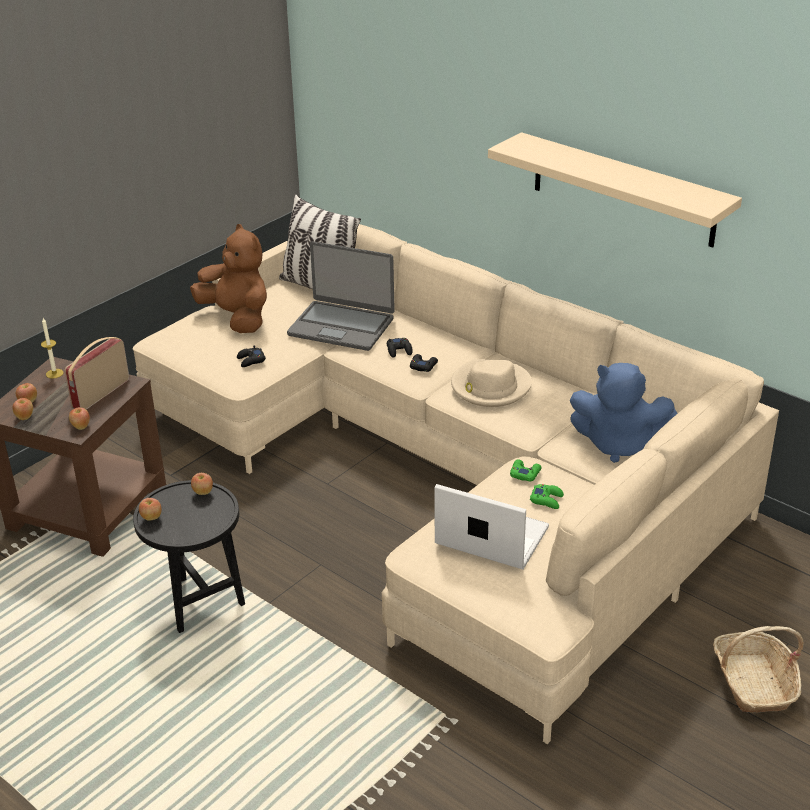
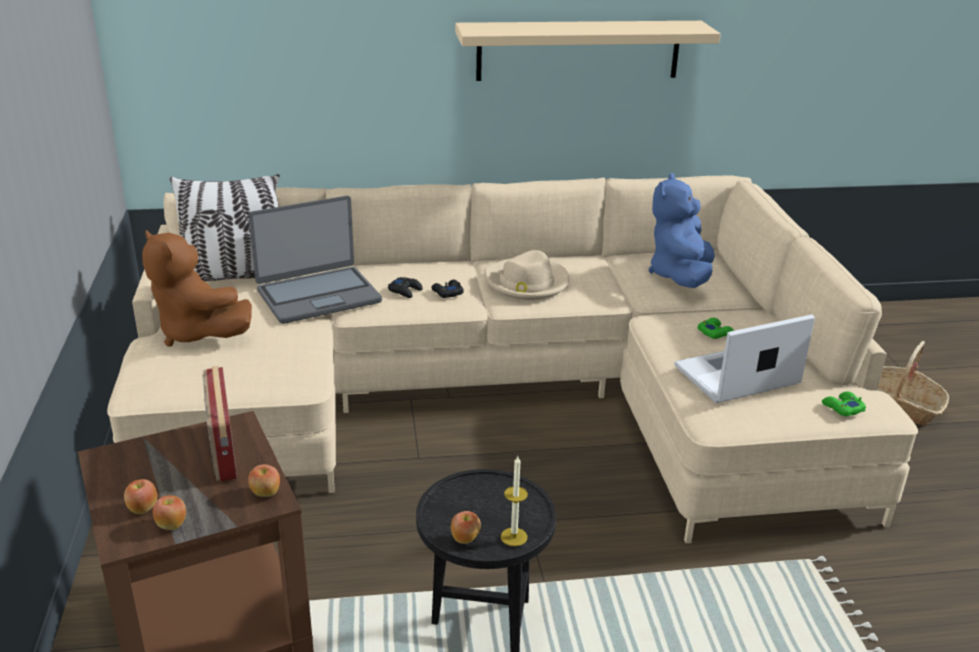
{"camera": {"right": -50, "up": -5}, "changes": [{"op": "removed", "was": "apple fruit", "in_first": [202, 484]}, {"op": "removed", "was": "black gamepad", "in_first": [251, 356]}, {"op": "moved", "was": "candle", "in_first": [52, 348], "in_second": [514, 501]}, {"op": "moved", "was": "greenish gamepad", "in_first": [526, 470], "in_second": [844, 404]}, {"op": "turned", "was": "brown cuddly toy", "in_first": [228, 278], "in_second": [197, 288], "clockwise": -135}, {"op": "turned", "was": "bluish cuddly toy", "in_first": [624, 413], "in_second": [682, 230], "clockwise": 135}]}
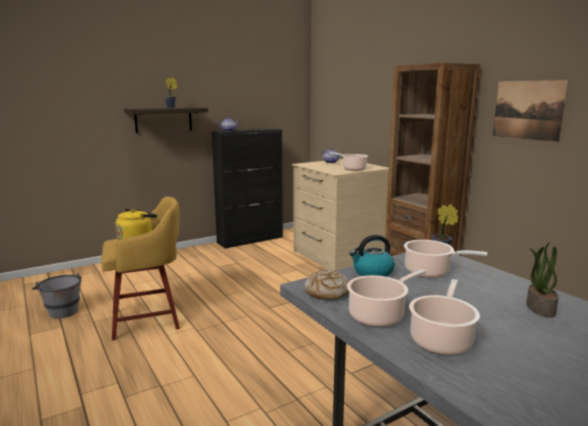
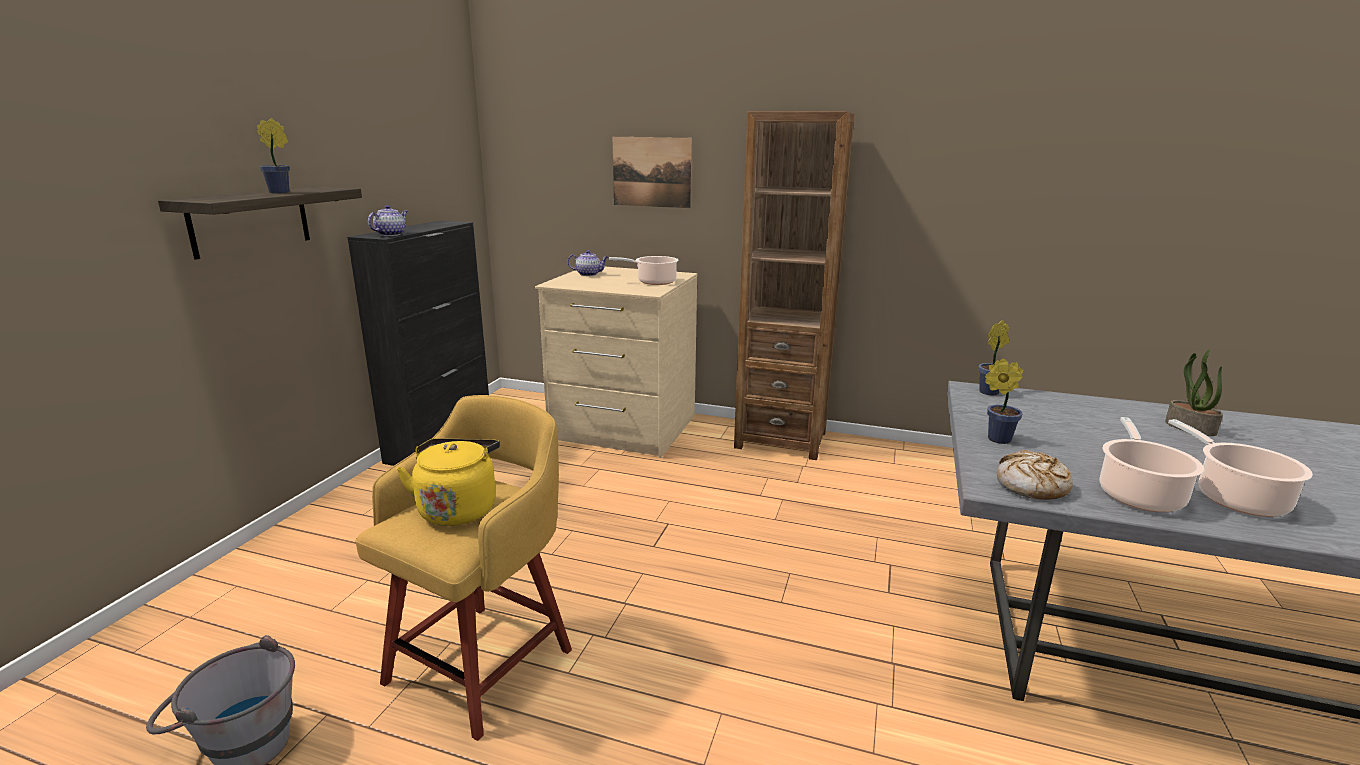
{"camera": {"right": -40, "up": 5}, "changes": [{"op": "removed", "was": "stockpot", "in_first": [445, 259]}, {"op": "moved", "was": "picture", "in_first": [531, 111], "in_second": [652, 172]}, {"op": "replaced", "was": "tea kettle", "now": "potted plant", "in_first": [372, 256], "in_second": [1004, 401]}]}
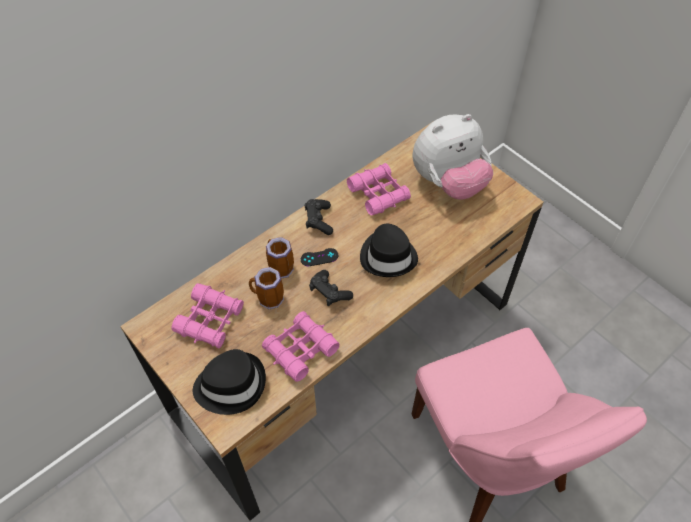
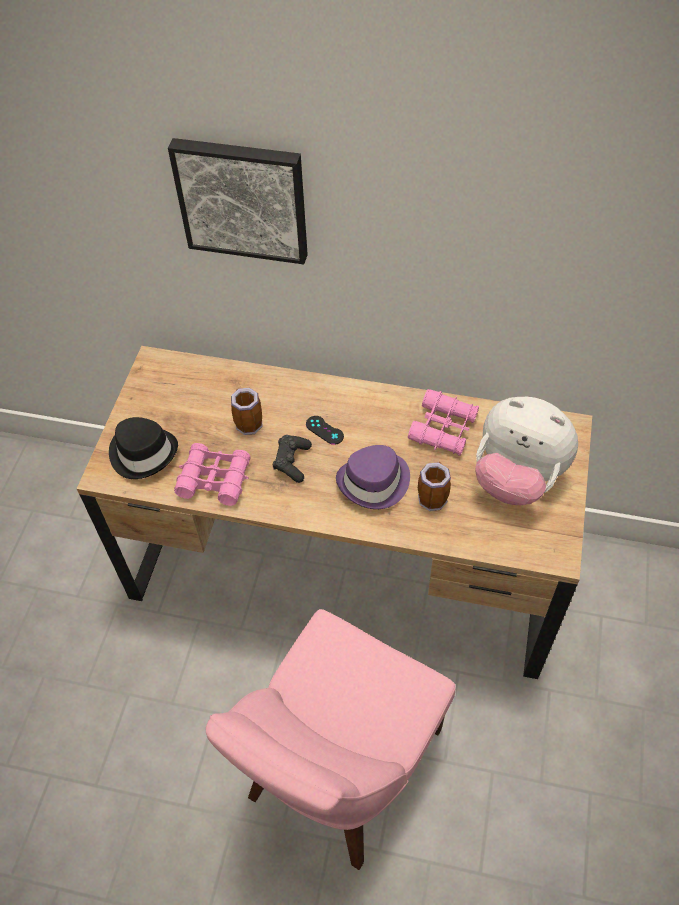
{"camera": {"right": 55, "up": 0}, "changes": [{"op": "removed", "was": "pink-coloured binoculars", "in_first": [208, 315]}, {"op": "removed", "was": "black gamepad", "in_first": [319, 217]}, {"op": "added", "now": "picture", "in_second": [238, 201]}, {"op": "moved", "was": "tea mug", "in_first": [280, 258], "in_second": [434, 486]}, {"op": "recoloured", "was": "black wearable hat", "now": "purple-coloured wearable hat", "in_first": [389, 250], "in_second": [373, 477]}]}
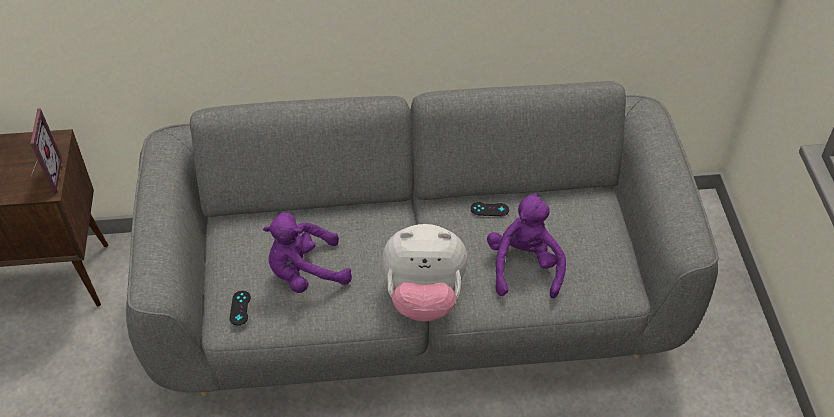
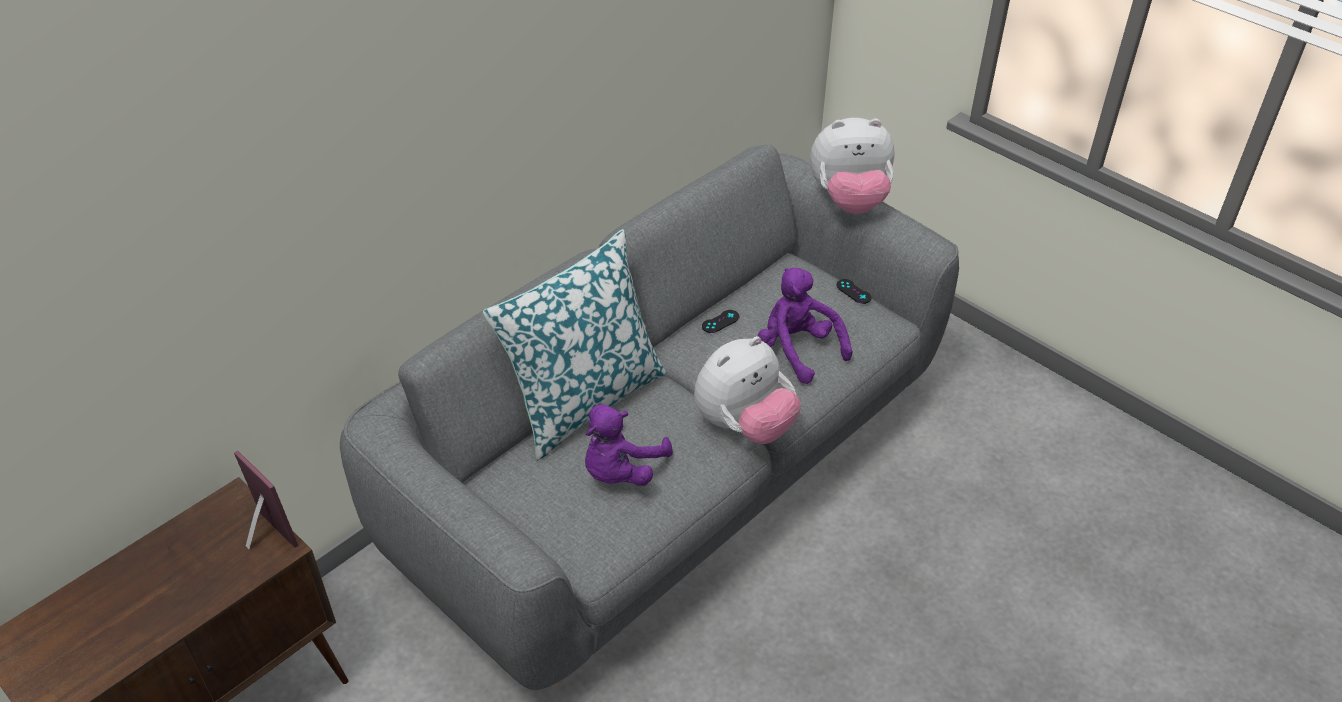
{"camera": {"right": -40, "up": -5}, "changes": [{"op": "added", "now": "throw pillow", "in_second": [574, 344]}, {"op": "added", "now": "cuddly toy", "in_second": [852, 166]}, {"op": "moved", "was": "black gamepad", "in_first": [240, 308], "in_second": [854, 291]}]}
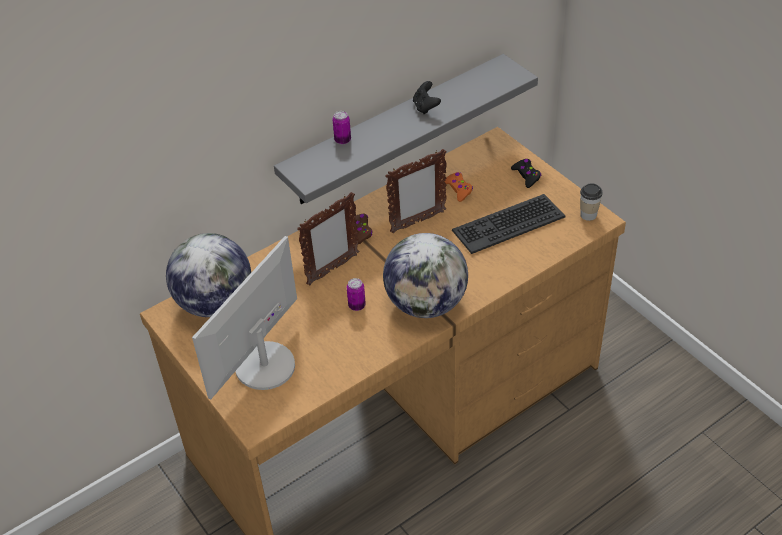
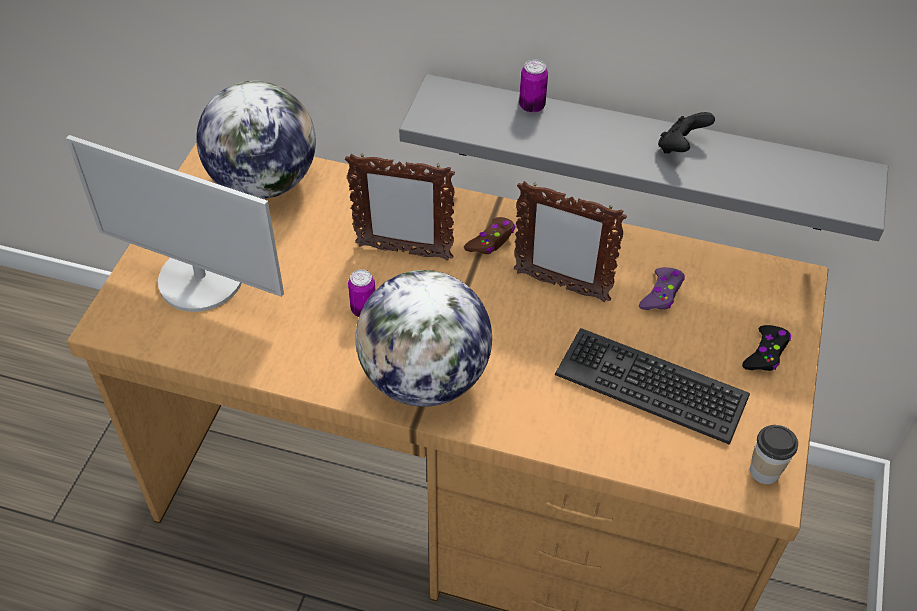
{"camera": {"right": 50, "up": 5}, "changes": [{"op": "recoloured", "was": "orange gamepad", "now": "purple-coloured gamepad", "in_first": [459, 187], "in_second": [662, 288]}, {"op": "turned", "was": "computer screen", "in_first": [244, 318], "in_second": [175, 223], "clockwise": -150}]}
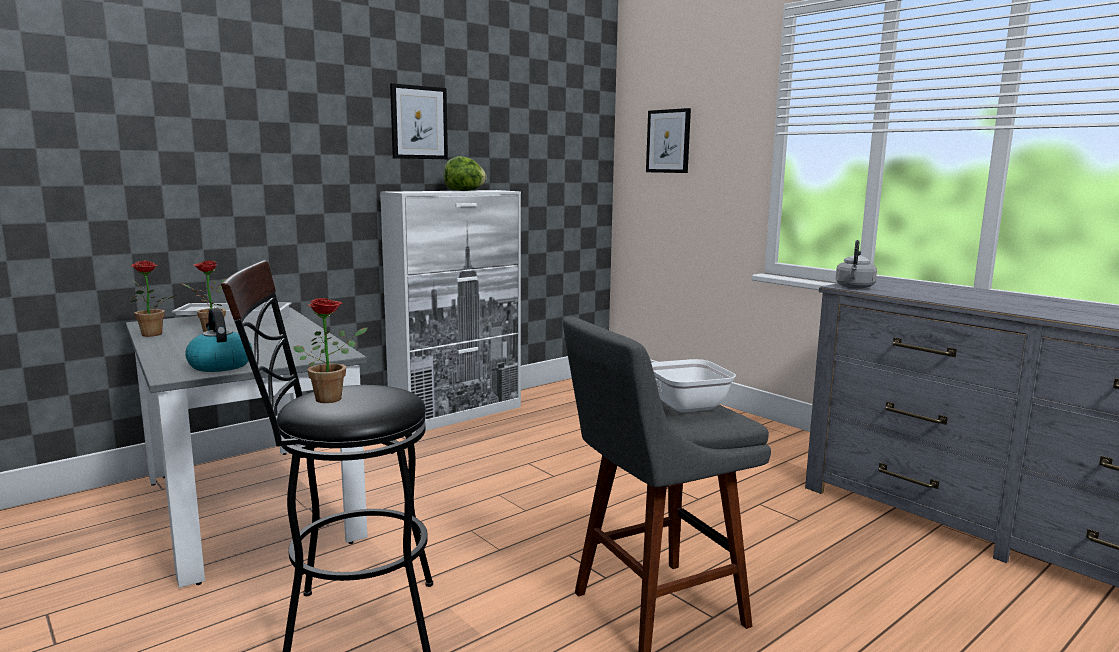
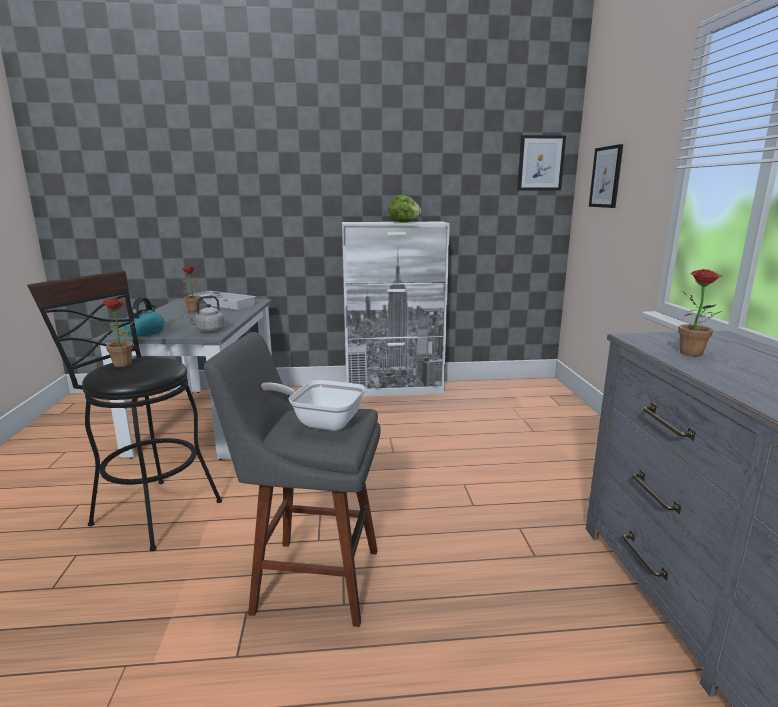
{"camera": {"right": 35, "up": 5}, "changes": [{"op": "moved", "was": "potted plant", "in_first": [153, 298], "in_second": [700, 312]}, {"op": "moved", "was": "picture", "in_first": [419, 121], "in_second": [541, 162]}, {"op": "moved", "was": "gray tea kettle", "in_first": [856, 264], "in_second": [205, 314]}]}
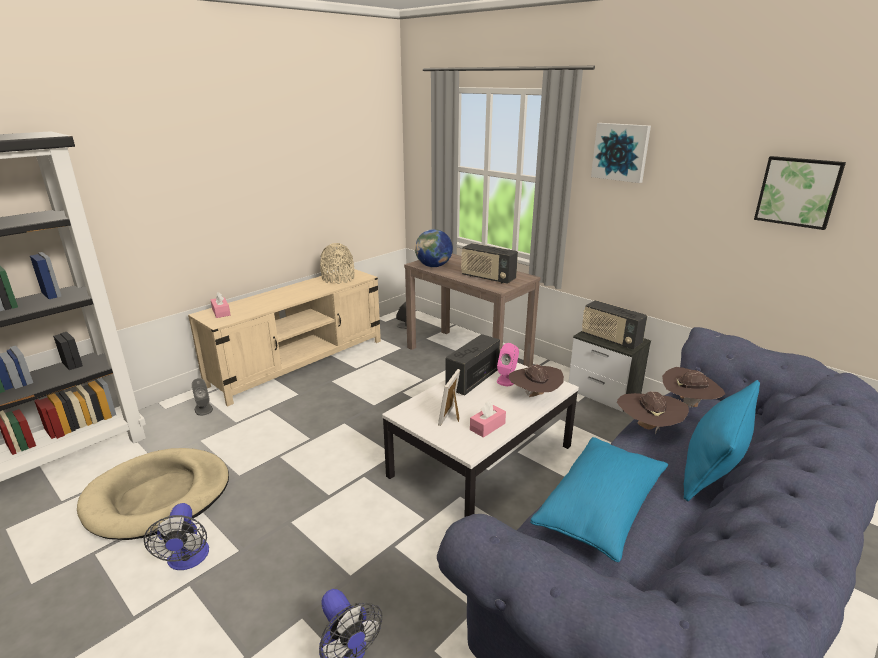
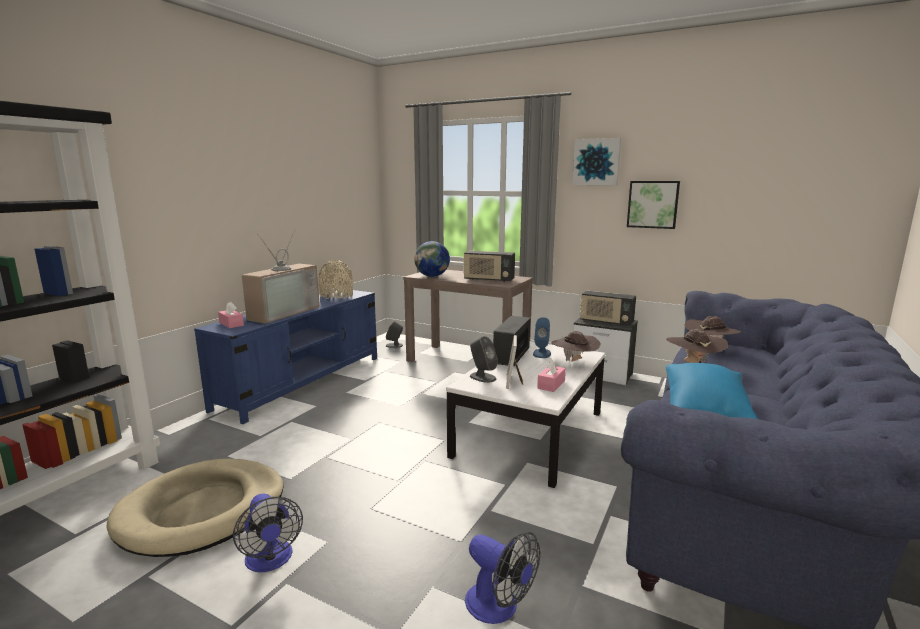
{"camera": {"right": -15, "up": -10}, "changes": [{"op": "removed", "was": "bluish throw pillow", "in_first": [722, 440]}, {"op": "added", "now": "TV", "in_second": [281, 277]}, {"op": "moved", "was": "gray speaker", "in_first": [202, 397], "in_second": [484, 359]}, {"op": "moved", "was": "picture", "in_first": [800, 193], "in_second": [653, 205]}, {"op": "recoloured", "was": "sand-coloured tv stand", "now": "bluish tv stand", "in_first": [284, 338], "in_second": [285, 357]}, {"op": "recoloured", "was": "pink-coloured speaker", "now": "bluish speaker", "in_first": [508, 364], "in_second": [542, 337]}]}
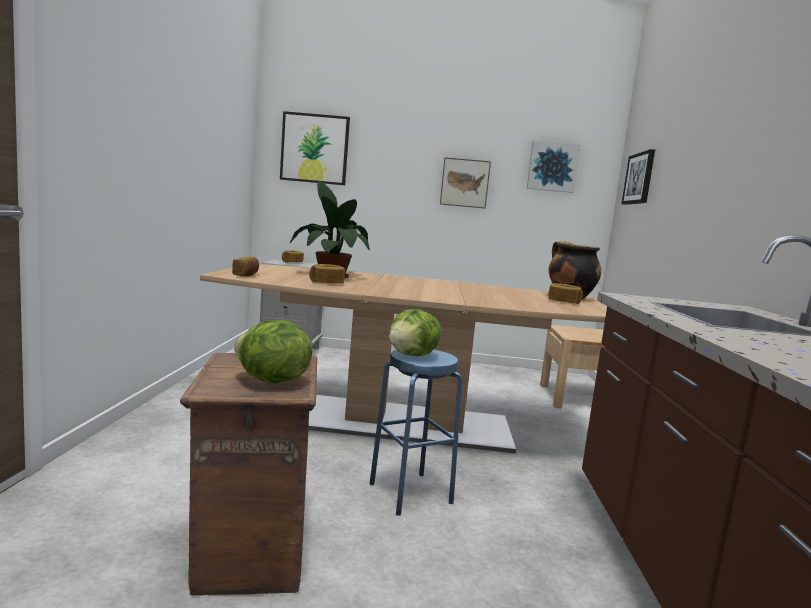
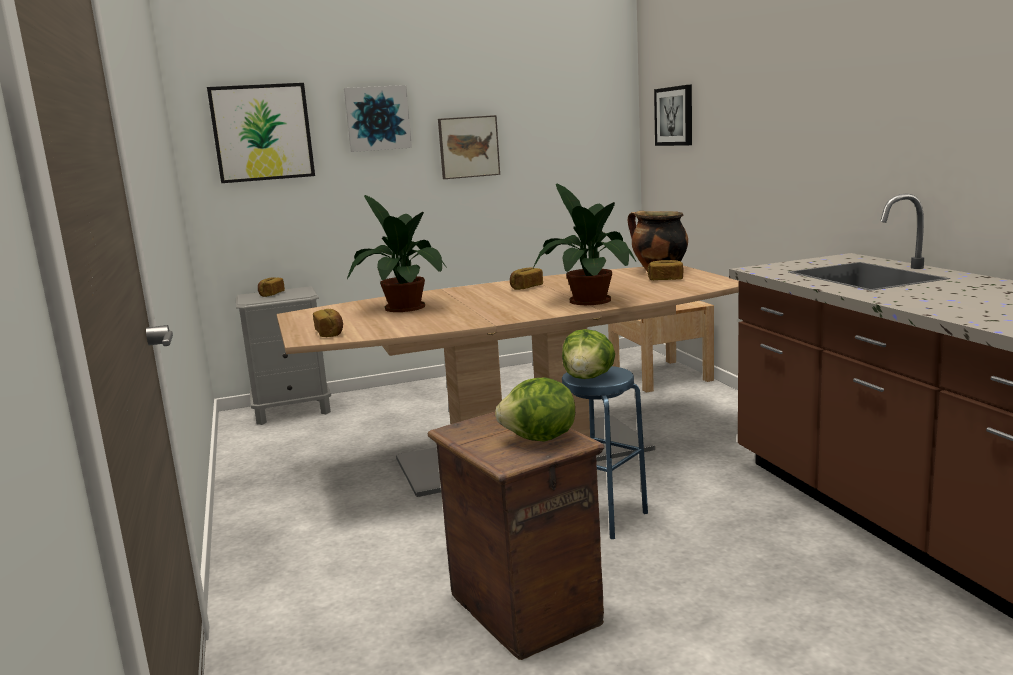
{"camera": {"right": -20, "up": 5}, "changes": [{"op": "added", "now": "potted plant", "in_second": [584, 244]}, {"op": "moved", "was": "baked bread", "in_first": [327, 273], "in_second": [526, 278]}, {"op": "moved", "was": "picture", "in_first": [554, 167], "in_second": [378, 118]}]}
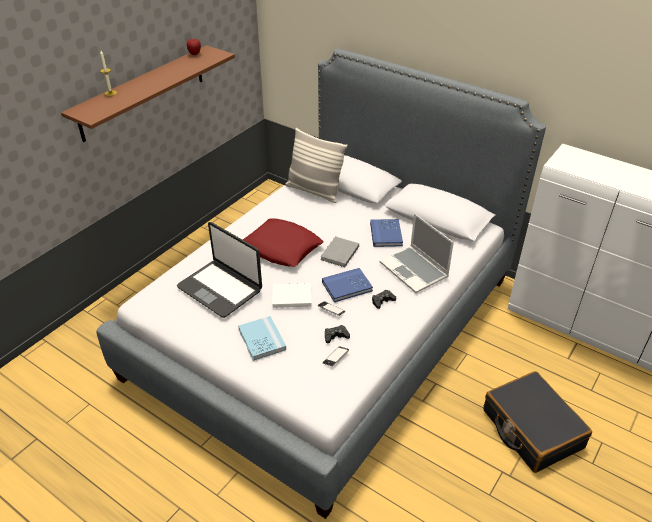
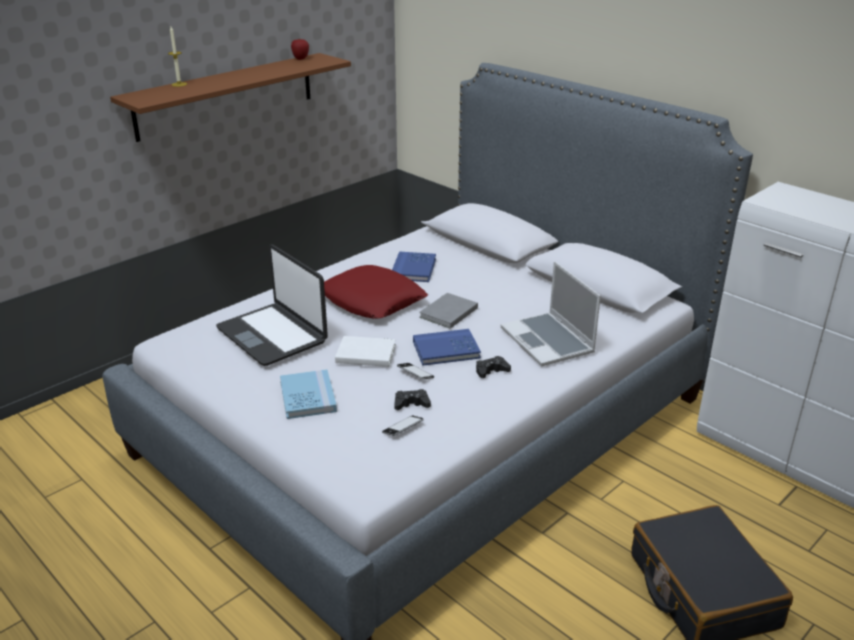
{"camera": {"right": 10, "up": -10}, "changes": [{"op": "removed", "was": "throw pillow", "in_first": [316, 165]}, {"op": "moved", "was": "bluish bound book", "in_first": [386, 233], "in_second": [414, 267]}]}
